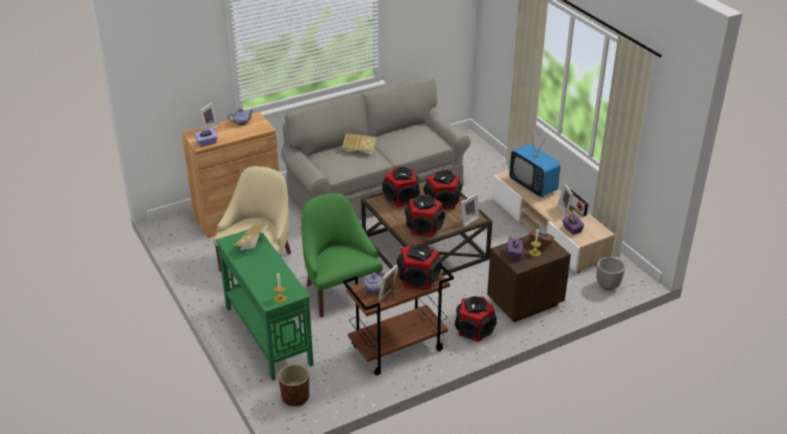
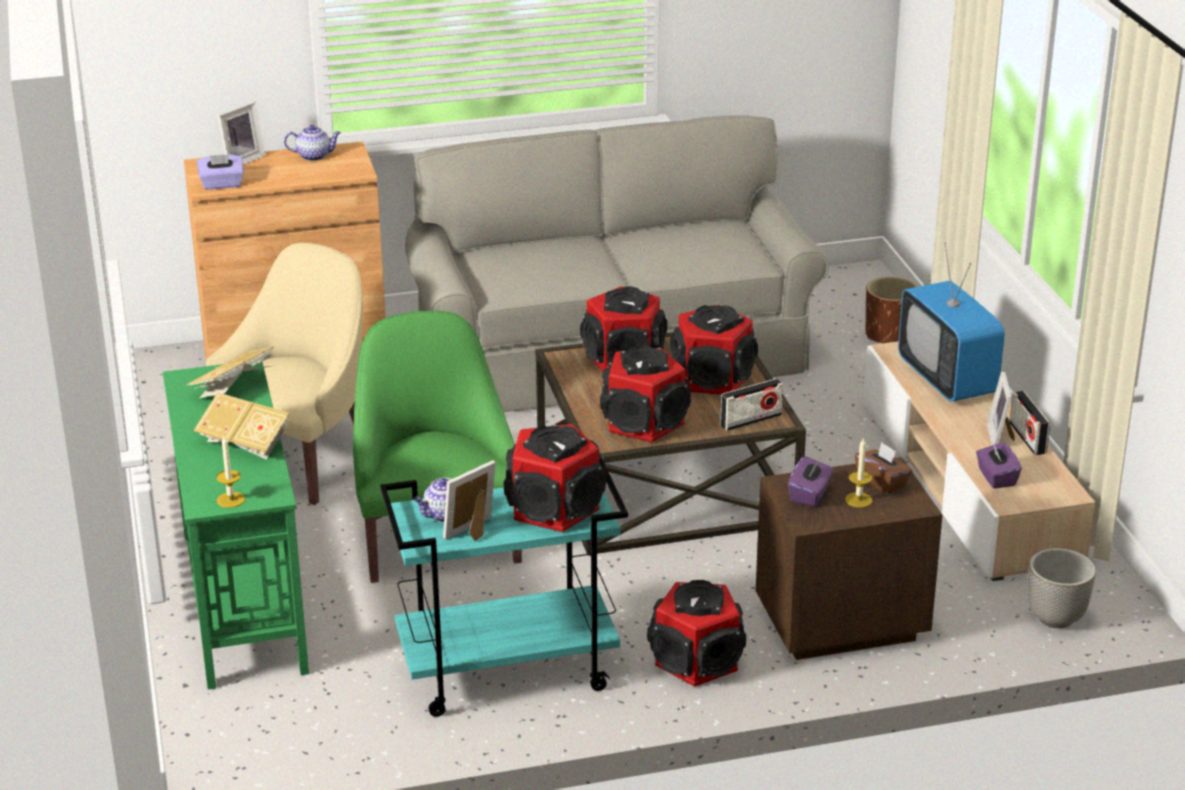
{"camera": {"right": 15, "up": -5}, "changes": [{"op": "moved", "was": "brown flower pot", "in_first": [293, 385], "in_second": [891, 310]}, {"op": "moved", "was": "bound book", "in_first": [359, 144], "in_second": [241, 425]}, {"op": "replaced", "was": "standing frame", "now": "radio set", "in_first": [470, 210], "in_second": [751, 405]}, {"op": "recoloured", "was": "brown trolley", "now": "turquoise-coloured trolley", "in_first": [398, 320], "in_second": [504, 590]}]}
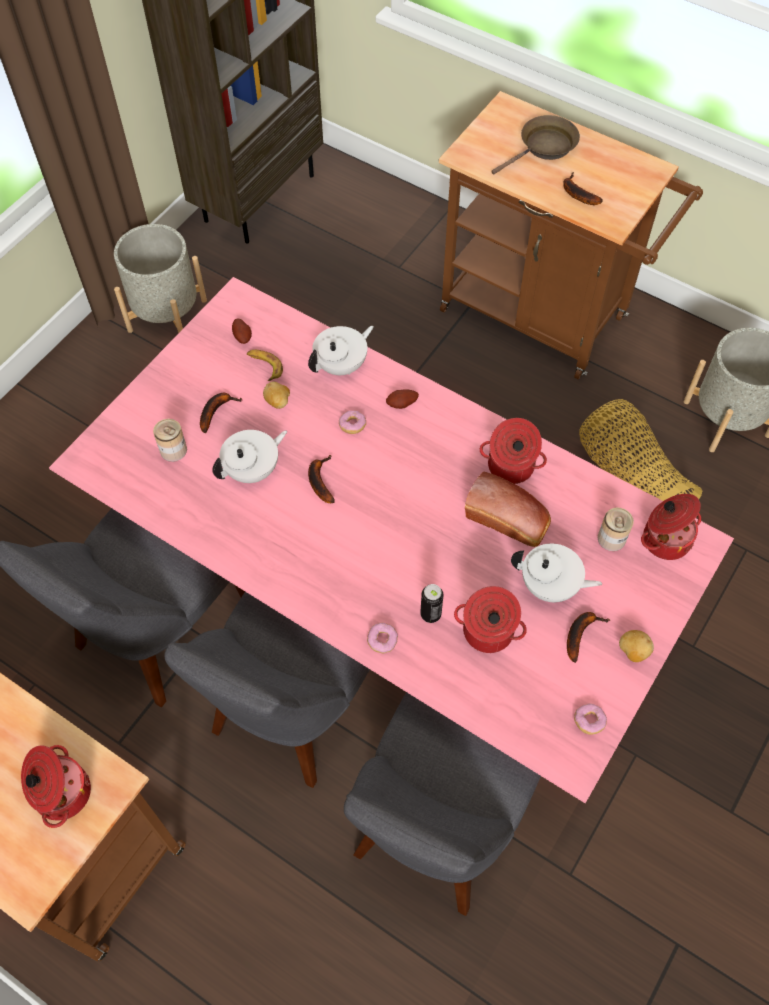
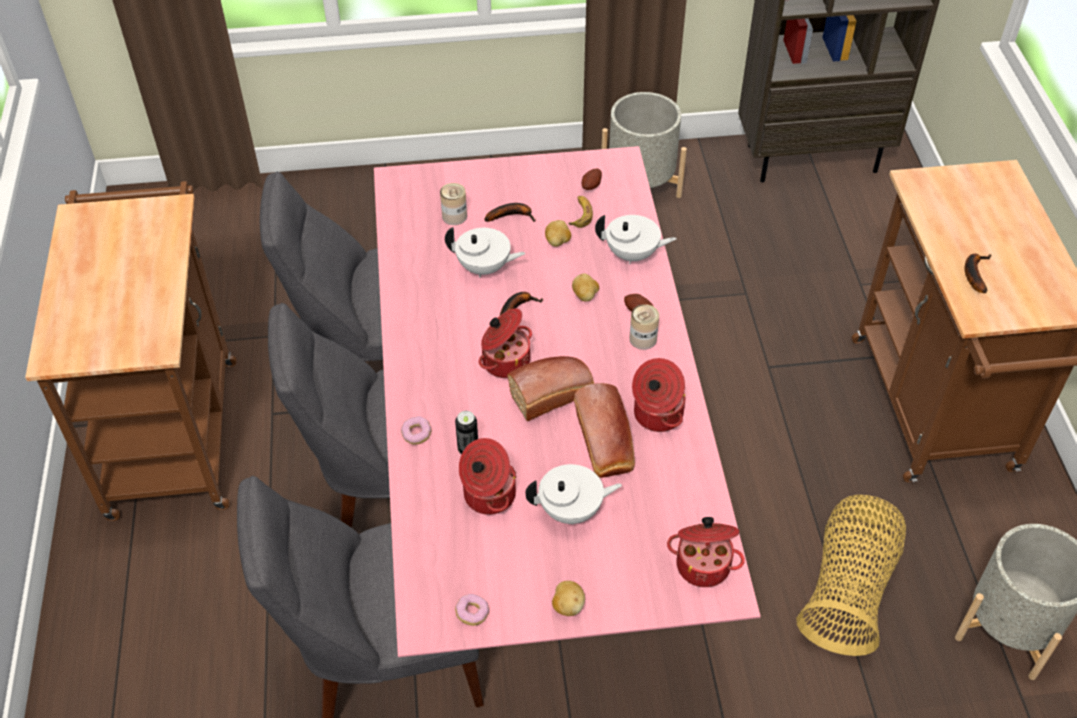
{"camera": {"right": 50, "up": -10}, "changes": [{"op": "removed", "was": "brown skillet", "in_first": [535, 145]}, {"op": "removed", "was": "banana", "in_first": [588, 637]}, {"op": "added", "now": "baked bread", "in_second": [551, 388]}, {"op": "moved", "was": "stockpot", "in_first": [56, 786], "in_second": [505, 343]}, {"op": "moved", "was": "can", "in_first": [616, 529], "in_second": [644, 327]}, {"op": "replaced", "was": "donut", "now": "potato", "in_first": [352, 422], "in_second": [585, 287]}, {"op": "turned", "was": "white tea pot", "in_first": [556, 573], "in_second": [573, 494], "clockwise": -75}]}
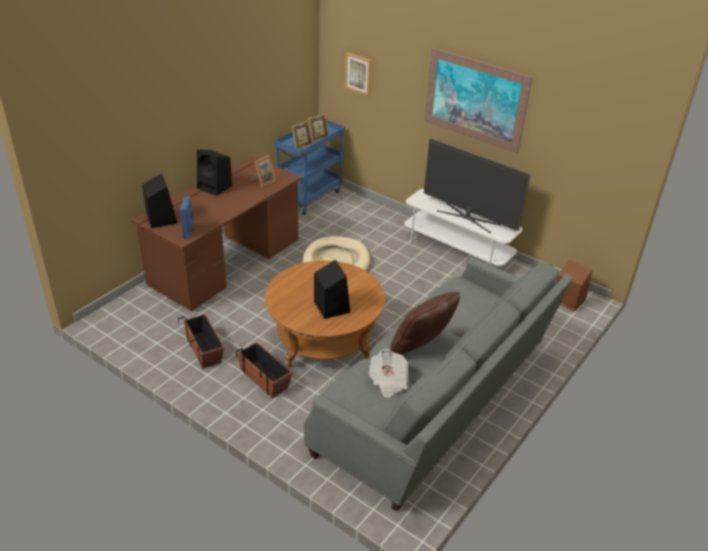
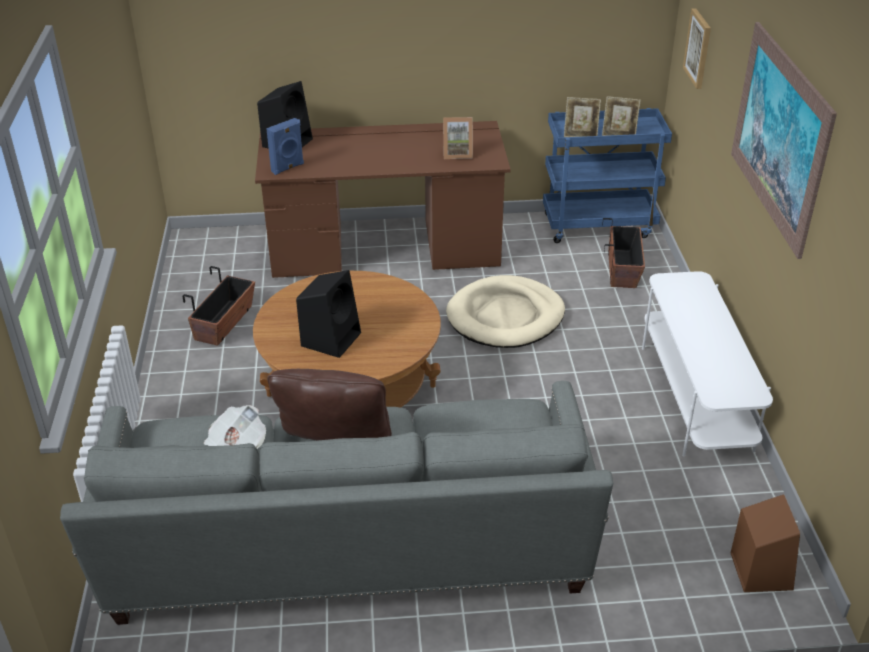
{"camera": {"right": 50, "up": 0}, "changes": [{"op": "removed", "was": "black speaker", "in_first": [214, 172]}, {"op": "removed", "was": "TV", "in_first": [477, 185]}, {"op": "moved", "was": "flower pot", "in_first": [264, 370], "in_second": [623, 253]}]}
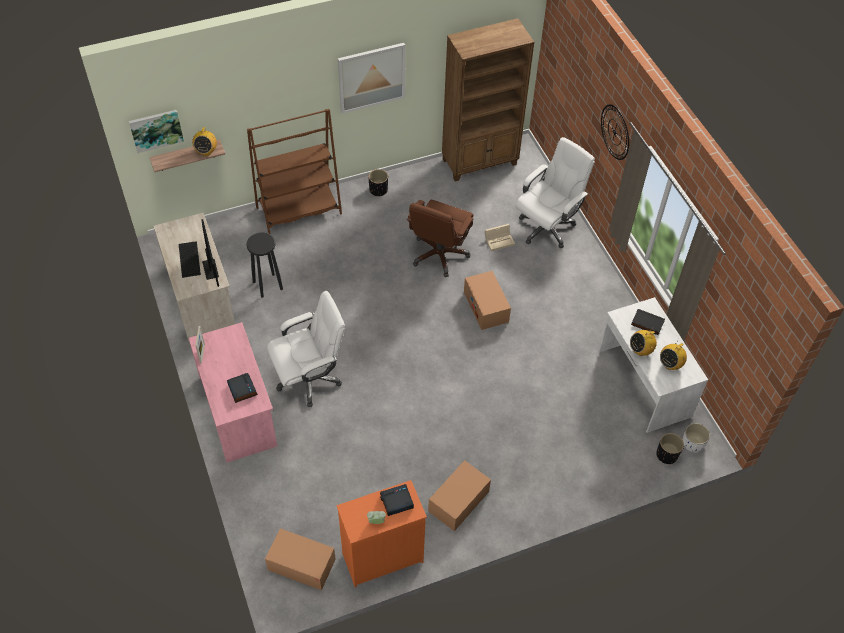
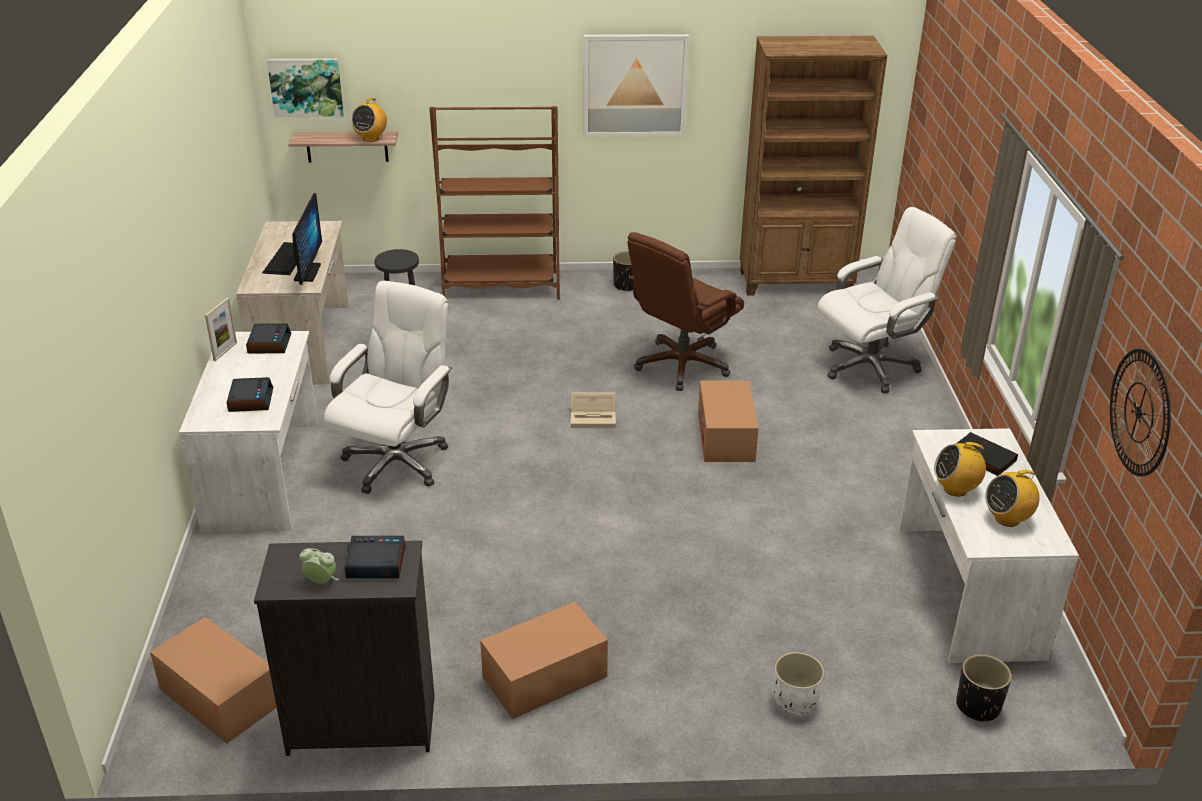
{"camera": {"right": 20, "up": -20}, "changes": [{"op": "added", "now": "table clock", "in_second": [269, 338]}, {"op": "moved", "was": "sand-coloured storage container", "in_first": [500, 237], "in_second": [593, 410]}, {"op": "moved", "was": "wall clock", "in_first": [615, 132], "in_second": [1140, 413]}, {"op": "moved", "was": "white flower pot", "in_first": [696, 437], "in_second": [799, 683]}, {"op": "recoloured", "was": "pink-coloured desk", "now": "white desk", "in_first": [233, 392], "in_second": [248, 432]}, {"op": "recoloured", "was": "orange chest of drawers", "now": "black chest of drawers", "in_first": [381, 534], "in_second": [344, 648]}, {"op": "turned", "was": "white computer chair", "in_first": [306, 349], "in_second": [388, 387], "clockwise": -60}]}
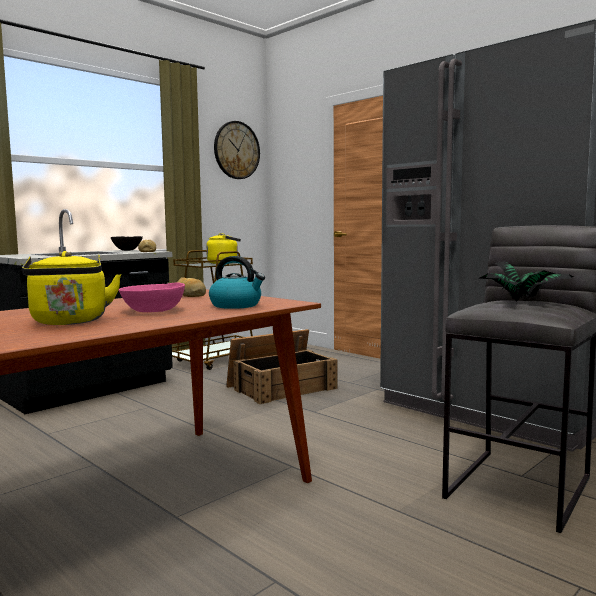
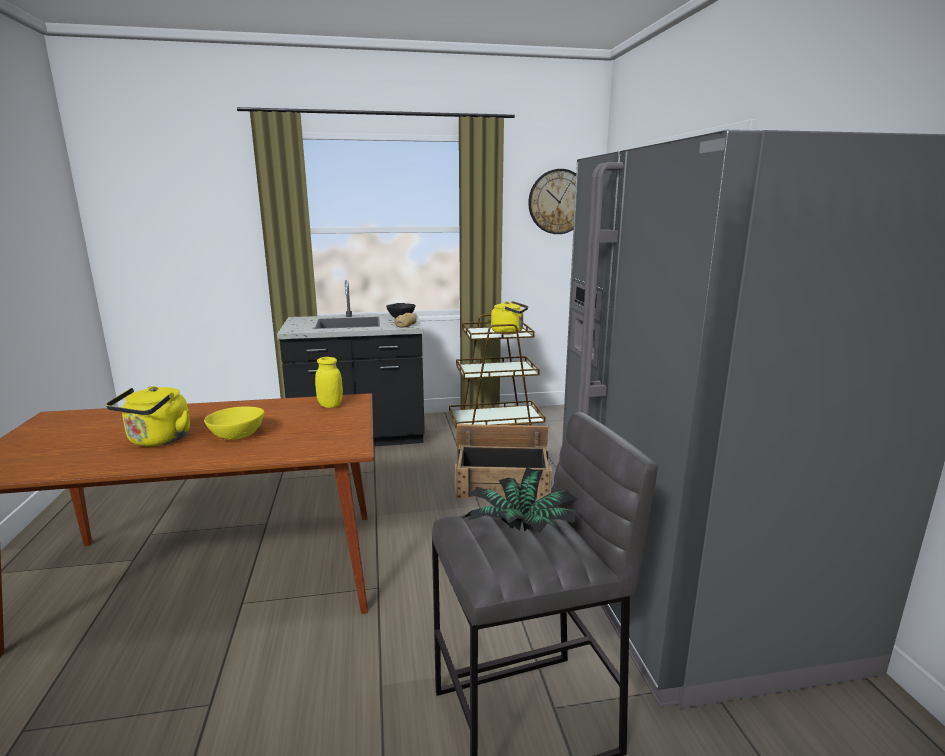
{"camera": {"right": 35, "up": 10}, "changes": [{"op": "removed", "was": "tea kettle", "in_first": [237, 282]}, {"op": "replaced", "was": "baked bread", "now": "yellow storage jar", "in_first": [191, 287], "in_second": [329, 382]}, {"op": "recoloured", "was": "pink-coloured bowl", "now": "yellow bowl", "in_first": [152, 297], "in_second": [234, 423]}]}
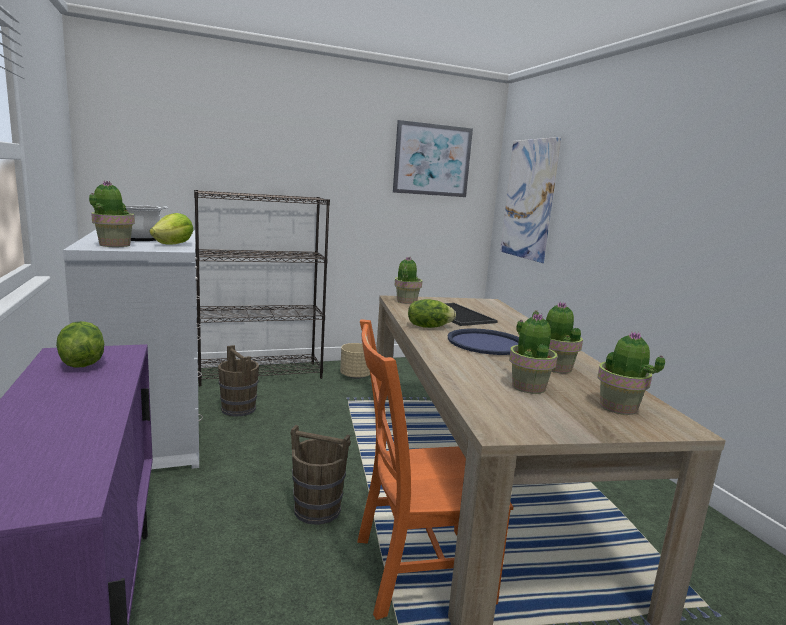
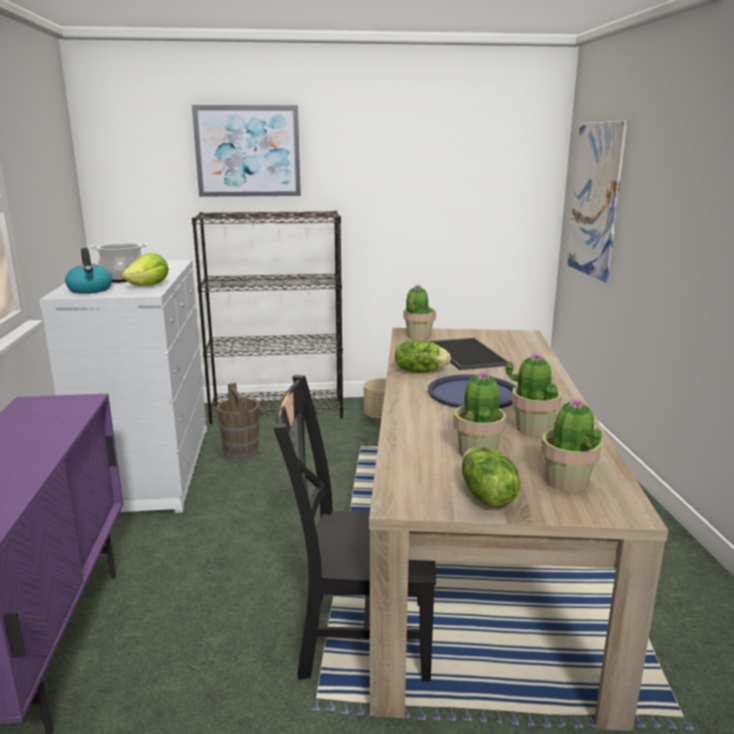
{"camera": {"right": 15, "up": 5}, "changes": [{"op": "removed", "was": "brown pail", "in_first": [321, 475]}, {"op": "moved", "was": "lettuce", "in_first": [80, 344], "in_second": [491, 477]}, {"op": "moved", "was": "picture", "in_first": [433, 158], "in_second": [246, 151]}, {"op": "replaced", "was": "potted plant", "now": "tea kettle", "in_first": [112, 213], "in_second": [88, 271]}, {"op": "recoloured", "was": "orange chair", "now": "black chair", "in_first": [435, 469], "in_second": [354, 528]}]}
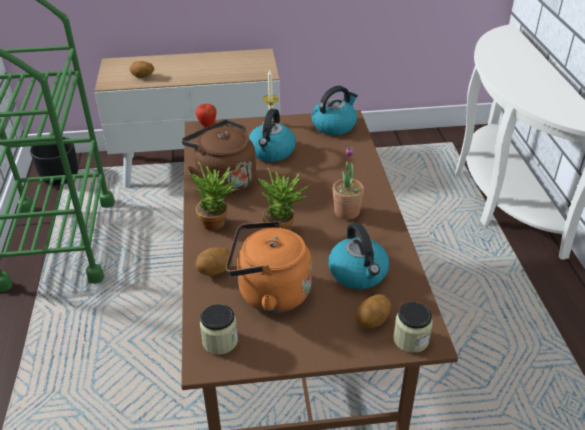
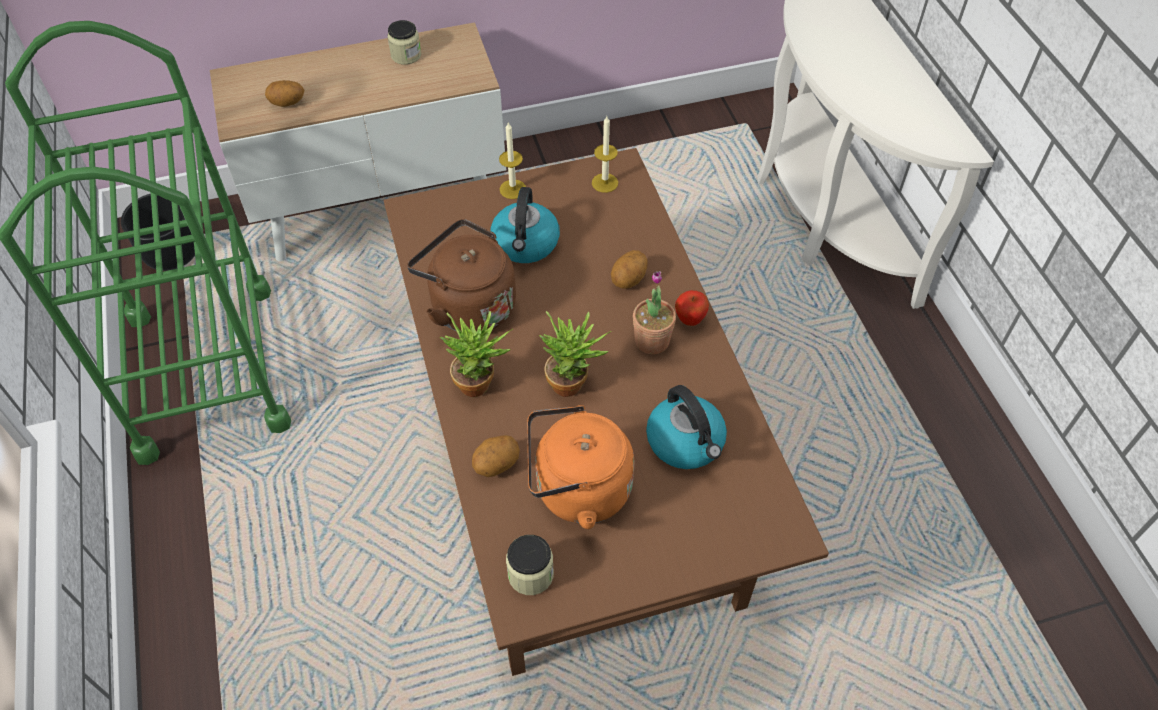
{"camera": {"right": -10, "up": 15}, "changes": [{"op": "moved", "was": "apple fruit", "in_first": [206, 115], "in_second": [692, 308]}, {"op": "moved", "was": "potato", "in_first": [373, 311], "in_second": [629, 269]}, {"op": "moved", "was": "storage jar", "in_first": [413, 327], "in_second": [404, 42]}, {"op": "replaced", "was": "tea kettle", "now": "candle", "in_first": [335, 110], "in_second": [605, 154]}]}
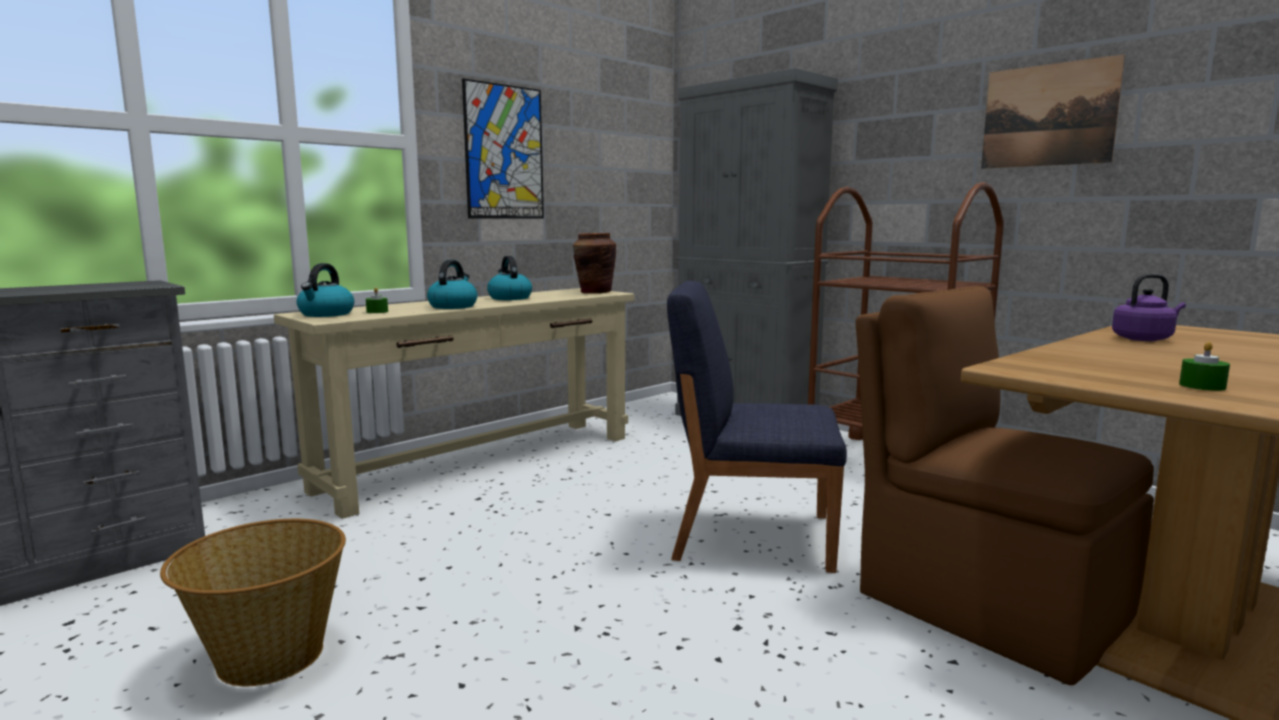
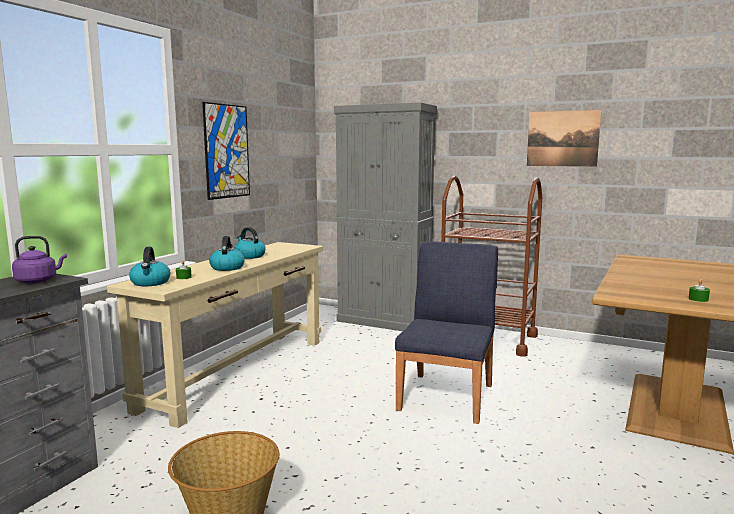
{"camera": {"right": -20, "up": 0}, "changes": [{"op": "removed", "was": "brown vase", "in_first": [594, 263]}, {"op": "removed", "was": "brown chair", "in_first": [1004, 485]}, {"op": "moved", "was": "purple-coloured tea kettle", "in_first": [1149, 307], "in_second": [39, 259]}, {"op": "turned", "was": "bluish chair", "in_first": [757, 427], "in_second": [446, 332], "clockwise": 120}]}
